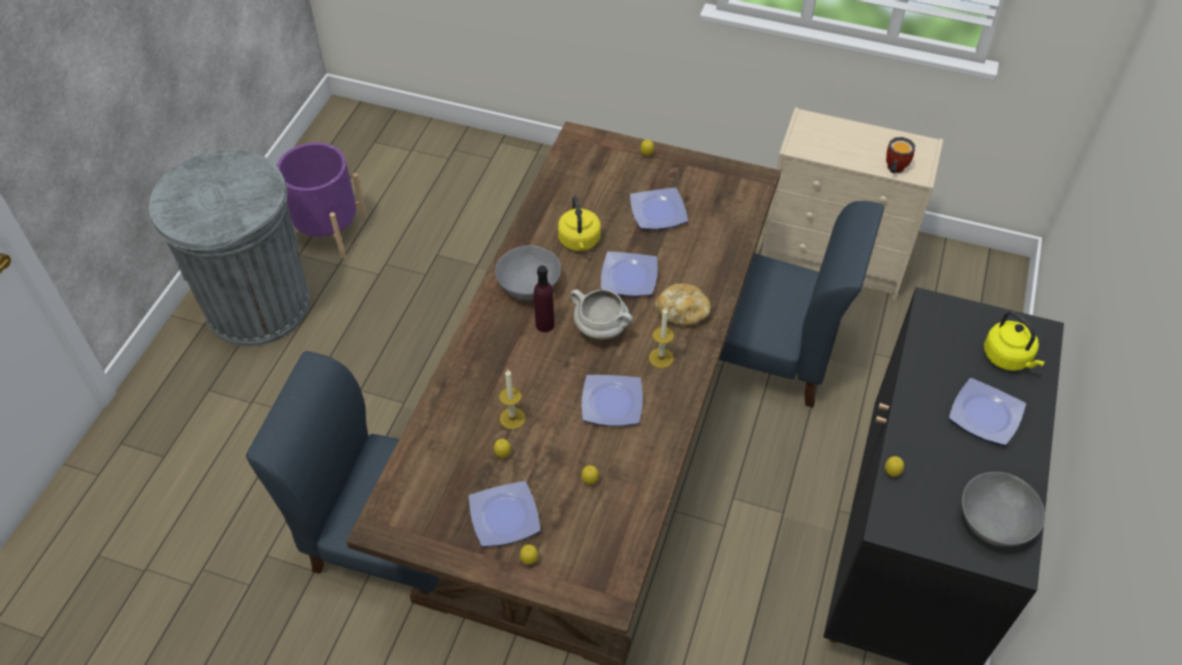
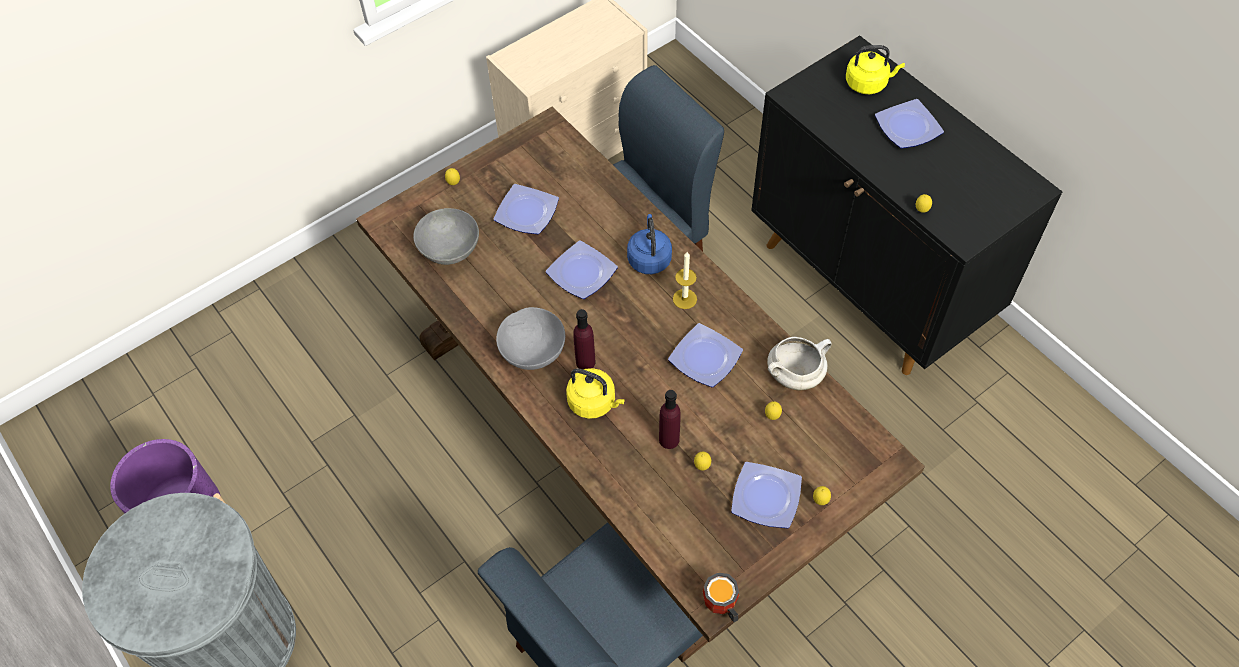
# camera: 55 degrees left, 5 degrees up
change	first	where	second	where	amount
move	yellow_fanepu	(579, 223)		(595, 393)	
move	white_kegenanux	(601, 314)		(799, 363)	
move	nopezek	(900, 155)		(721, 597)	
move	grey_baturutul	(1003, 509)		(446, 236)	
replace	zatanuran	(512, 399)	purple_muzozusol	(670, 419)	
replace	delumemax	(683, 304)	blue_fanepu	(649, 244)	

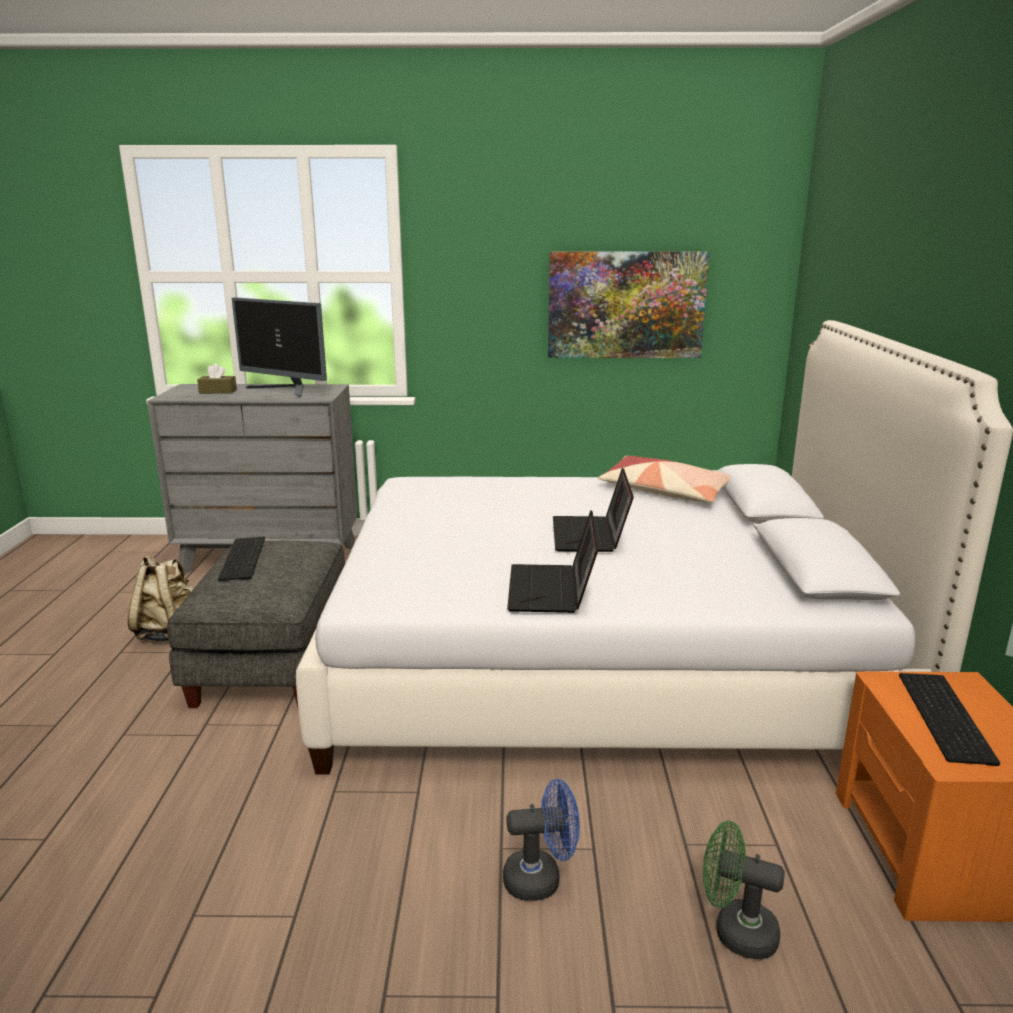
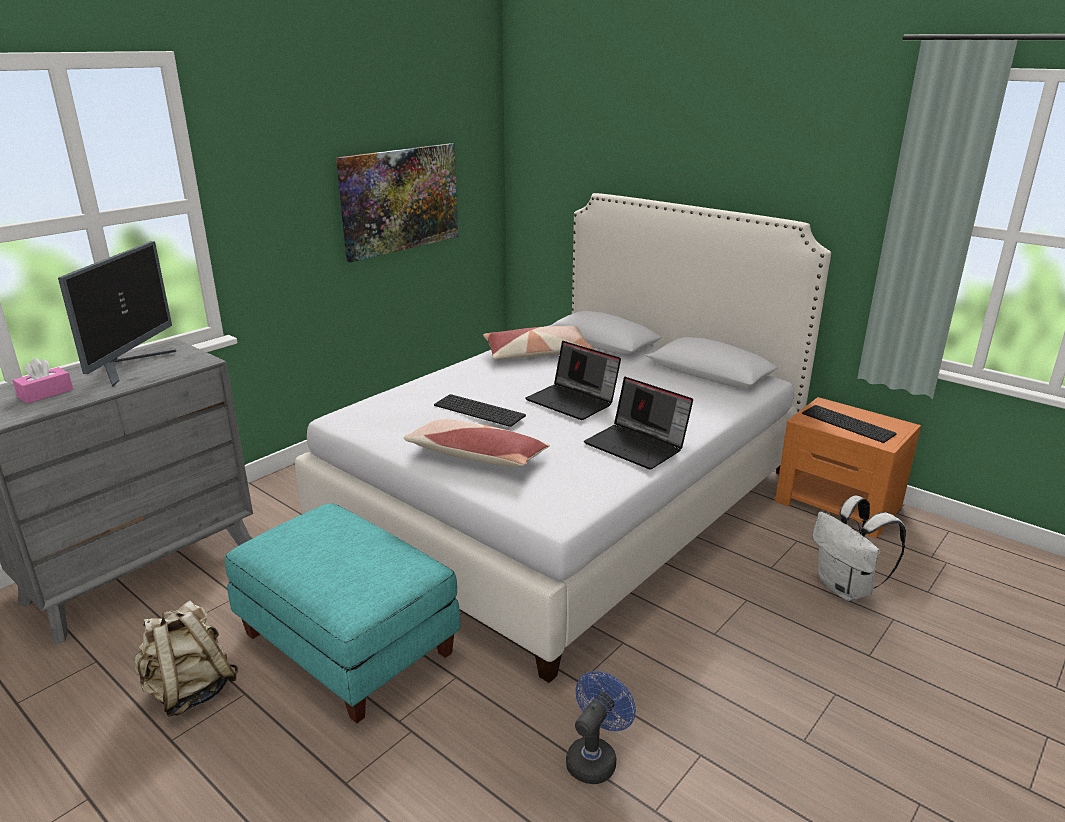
# camera: 50 degrees left, 5 degrees up
change	first	where	second	where	amount
insert			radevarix	(476, 443)	
move	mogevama	(241, 558)		(480, 410)	
move	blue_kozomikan	(541, 840)		(601, 727)	
replace	green_kozomikan	(744, 890)	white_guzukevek	(859, 548)	
recolor	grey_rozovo	(256, 624)	turquoise_rozovo	(342, 613)	
recolor	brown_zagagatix	(217, 379)	pink_zagagatix	(43, 380)	
rotate	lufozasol	(279, 347)		(117, 314)	60 degrees counterclockwise

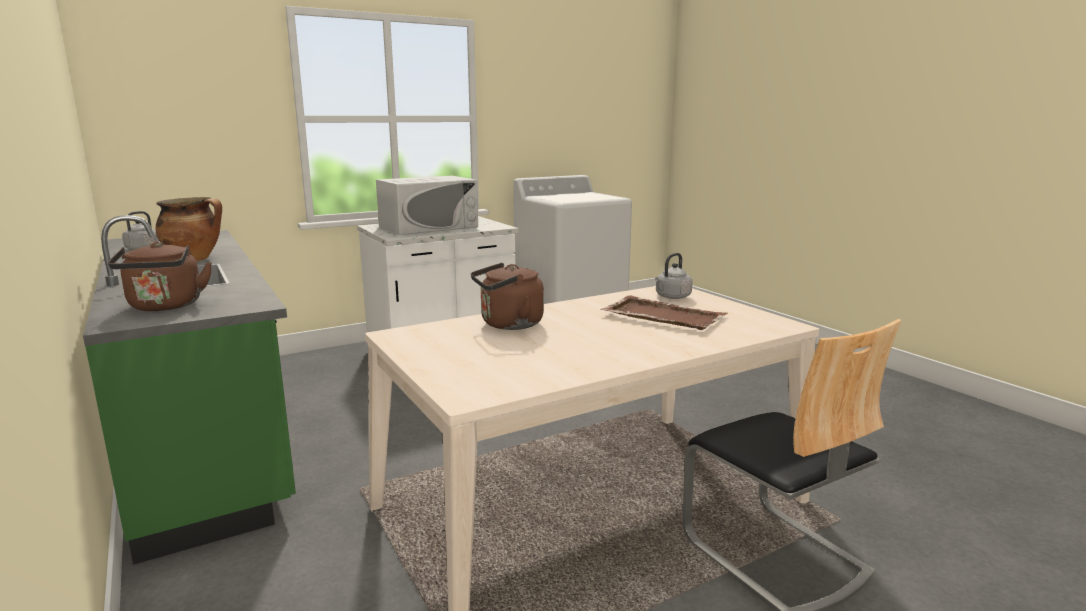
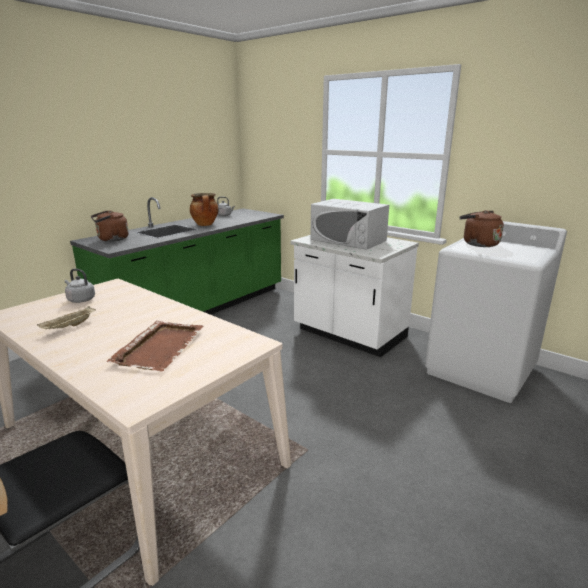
# camera: 70 degrees right, 5 degrees up
change	first	where	second	where	amount
insert			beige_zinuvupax	(66, 317)	
move	brown_fanepu	(507, 296)		(481, 228)	
move	grey_fanepu	(673, 276)		(80, 286)	

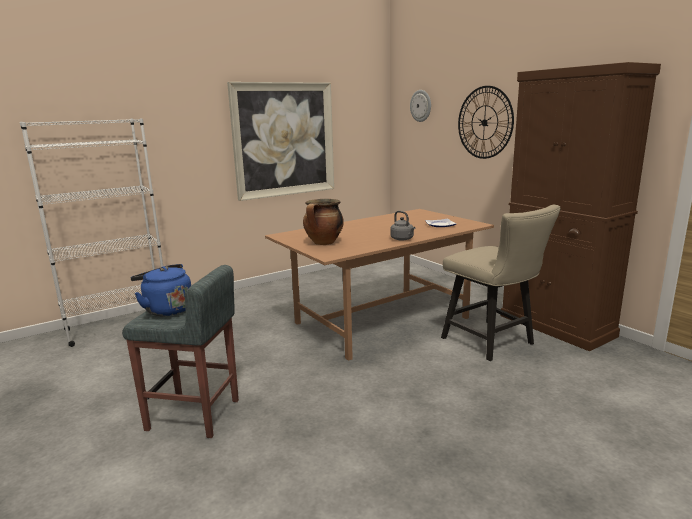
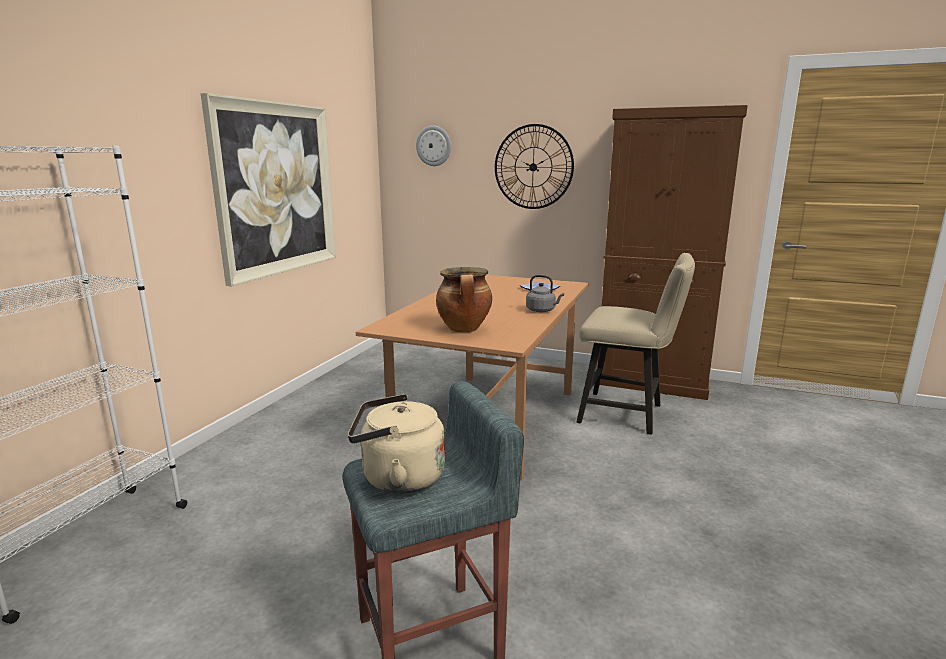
# camera: 35 degrees left, 0 degrees up
change	first	where	second	where	amount
recolor	blue_fanepu	(161, 290)	beige_fanepu	(396, 444)	

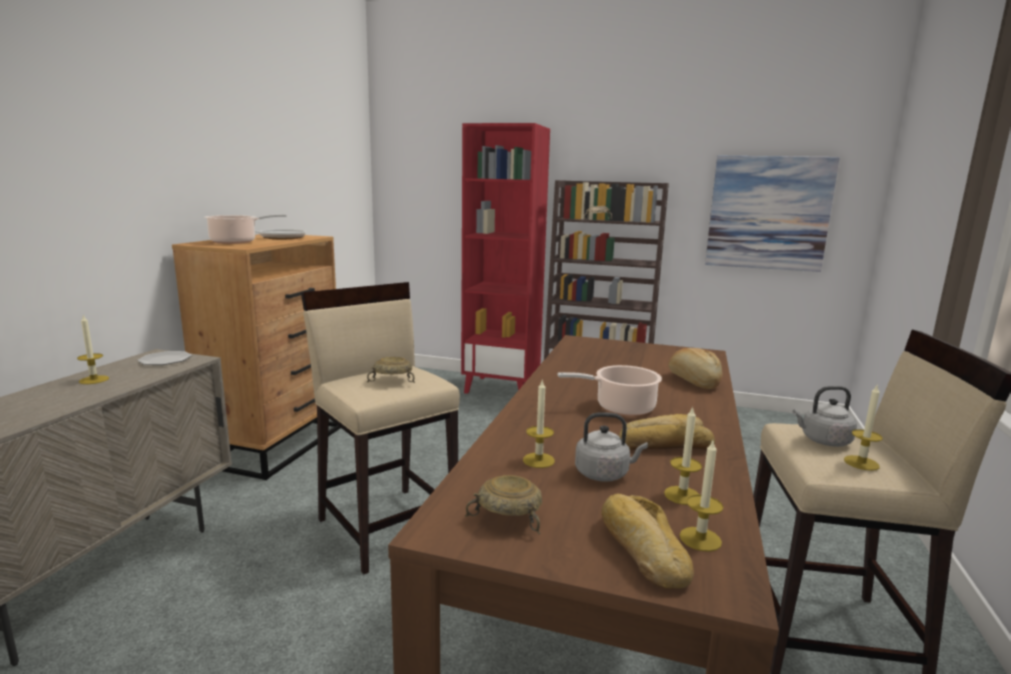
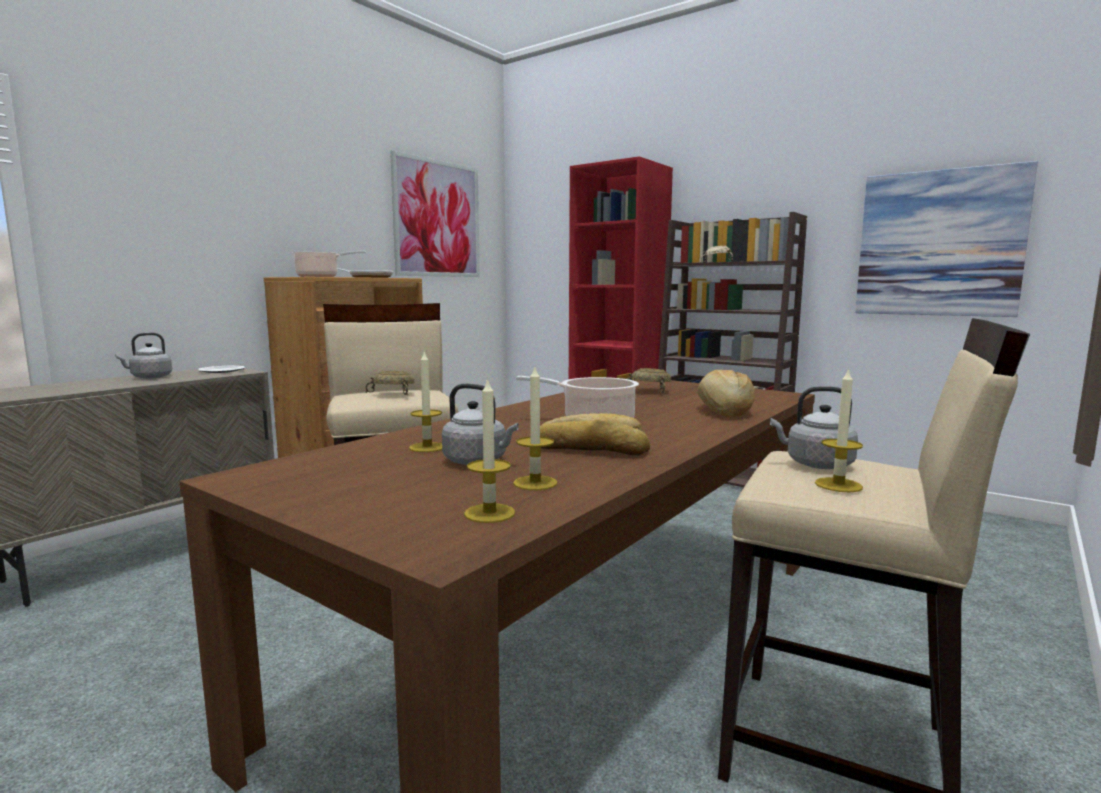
# camera: 20 degrees right, 5 degrees down
change	first	where	second	where	amount
delete	delumemax	(647, 541)			
insert			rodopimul	(435, 213)	
move	beige_baturutul	(503, 504)		(649, 380)	
replace	zatanuran	(93, 349)	grey_fanepu	(143, 356)	

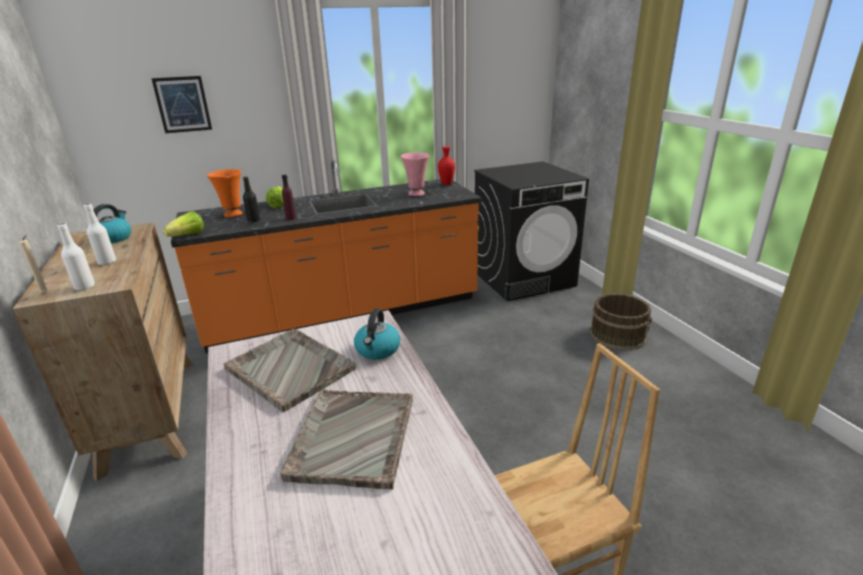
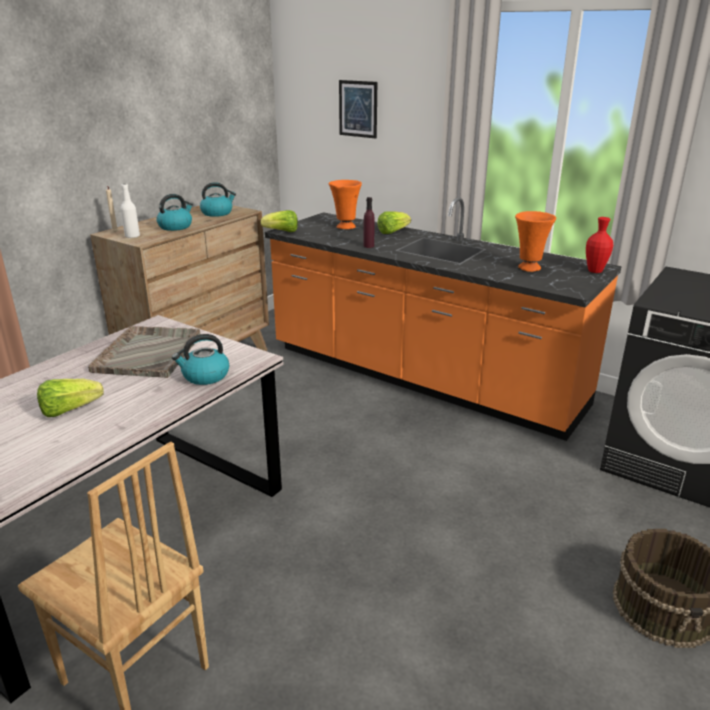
# camera: 55 degrees right, 0 degrees up
change	first	where	second	where	amount
delete	black_muzozusol	(251, 199)			
replace	white_muzozusol	(100, 234)	fanepu	(174, 212)	
replace	grey_zinuvupax	(346, 439)	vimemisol	(70, 398)	
recolor	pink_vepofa	(415, 174)	orange_vepofa	(535, 241)	

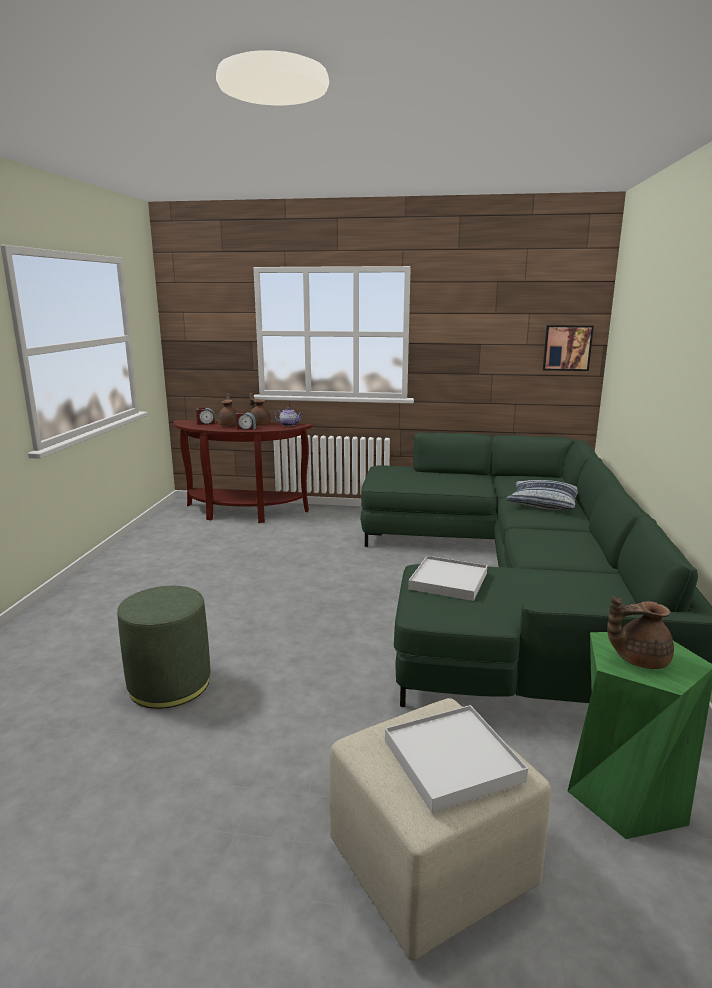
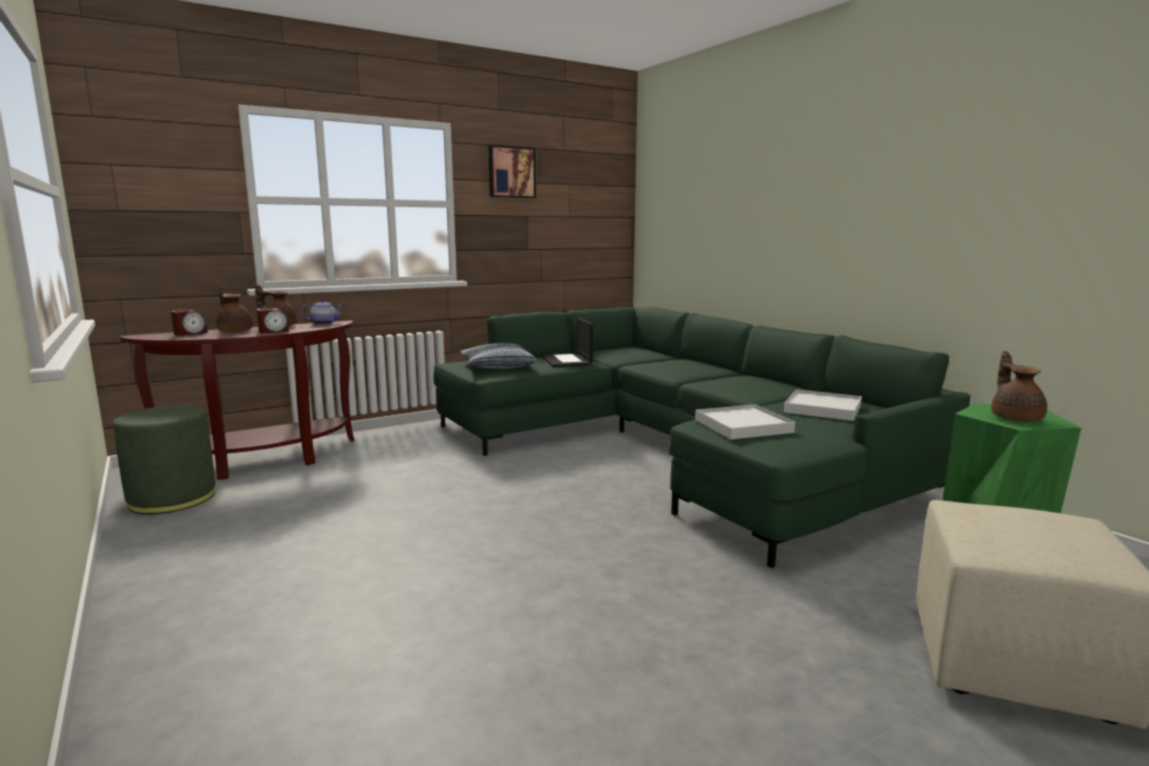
# camera: 40 degrees left, 5 degrees down
change	first	where	second	where	amount
insert			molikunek	(567, 342)	
move	green_rozovo	(163, 647)		(164, 459)	
move	white_zinuvupax	(456, 759)		(823, 405)	
move	radevarix	(541, 495)		(498, 356)	
move	rodopimul	(568, 348)		(512, 171)	
rotate	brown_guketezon	(640, 632)		(1019, 386)	135 degrees clockwise

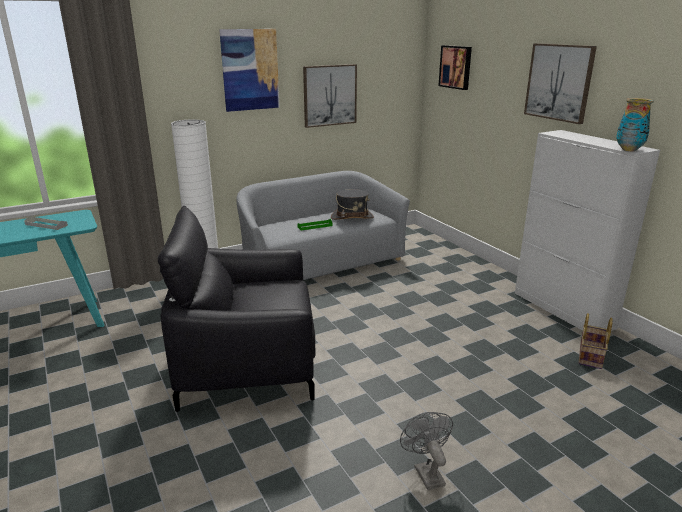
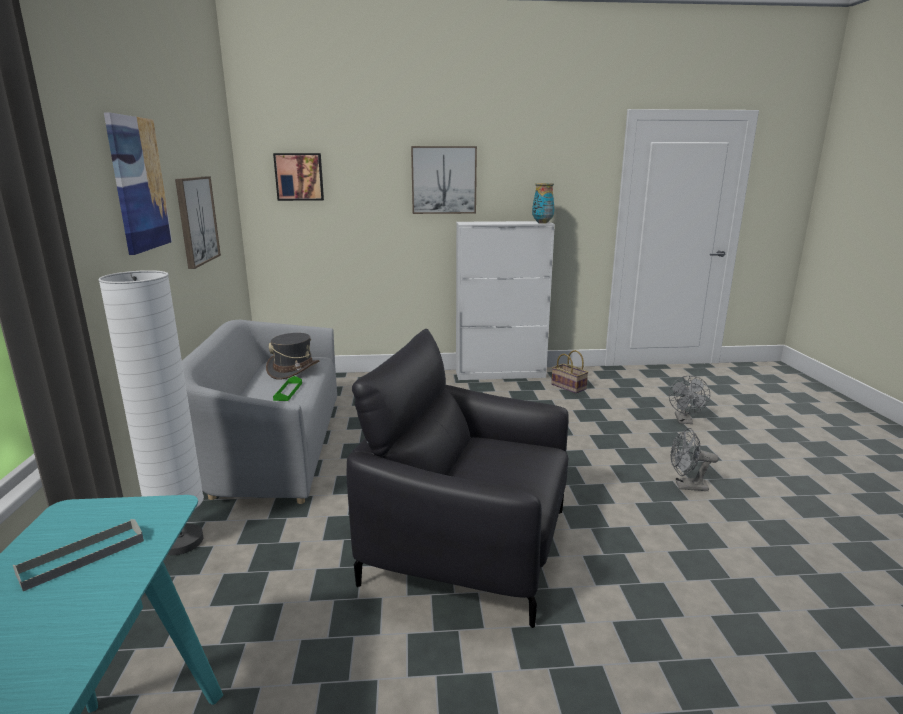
# camera: 65 degrees left, 5 degrees down
change	first	where	second	where	amount
insert			grey_kozomikan	(689, 400)	
rotate	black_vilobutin	(236, 309)		(457, 478)	90 degrees clockwise

